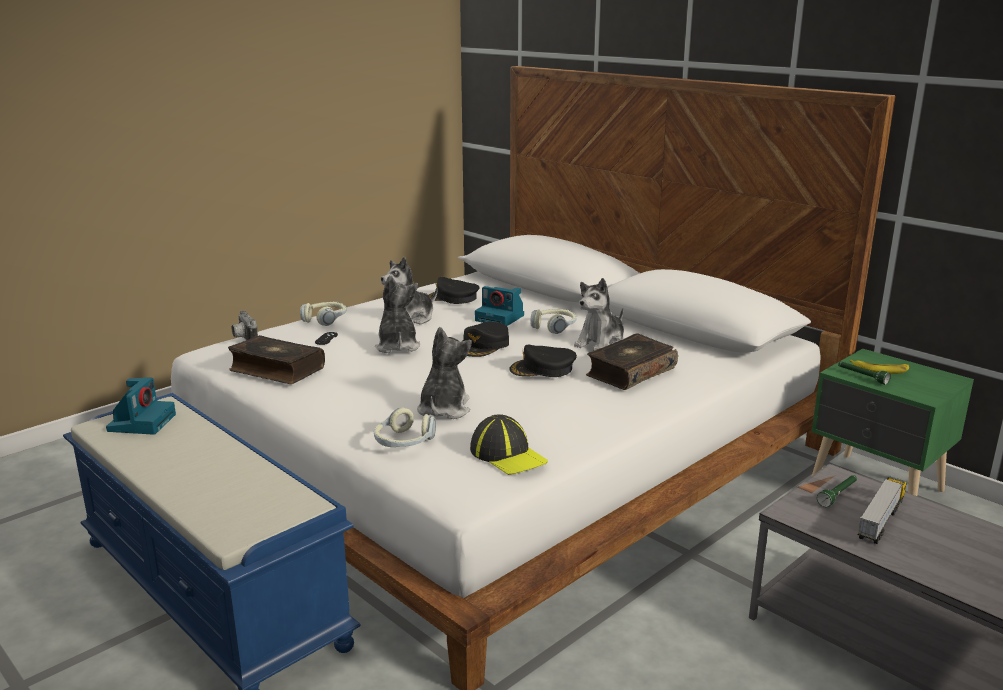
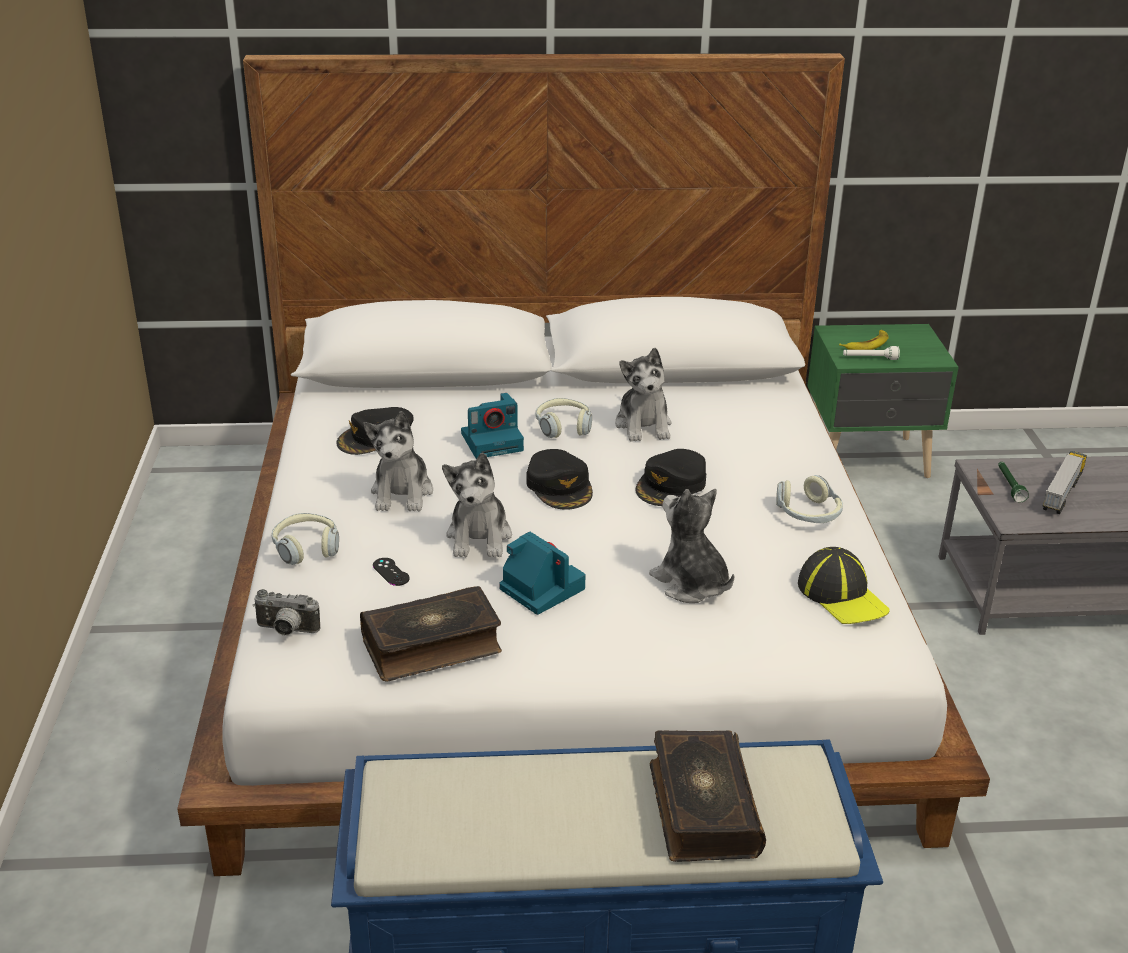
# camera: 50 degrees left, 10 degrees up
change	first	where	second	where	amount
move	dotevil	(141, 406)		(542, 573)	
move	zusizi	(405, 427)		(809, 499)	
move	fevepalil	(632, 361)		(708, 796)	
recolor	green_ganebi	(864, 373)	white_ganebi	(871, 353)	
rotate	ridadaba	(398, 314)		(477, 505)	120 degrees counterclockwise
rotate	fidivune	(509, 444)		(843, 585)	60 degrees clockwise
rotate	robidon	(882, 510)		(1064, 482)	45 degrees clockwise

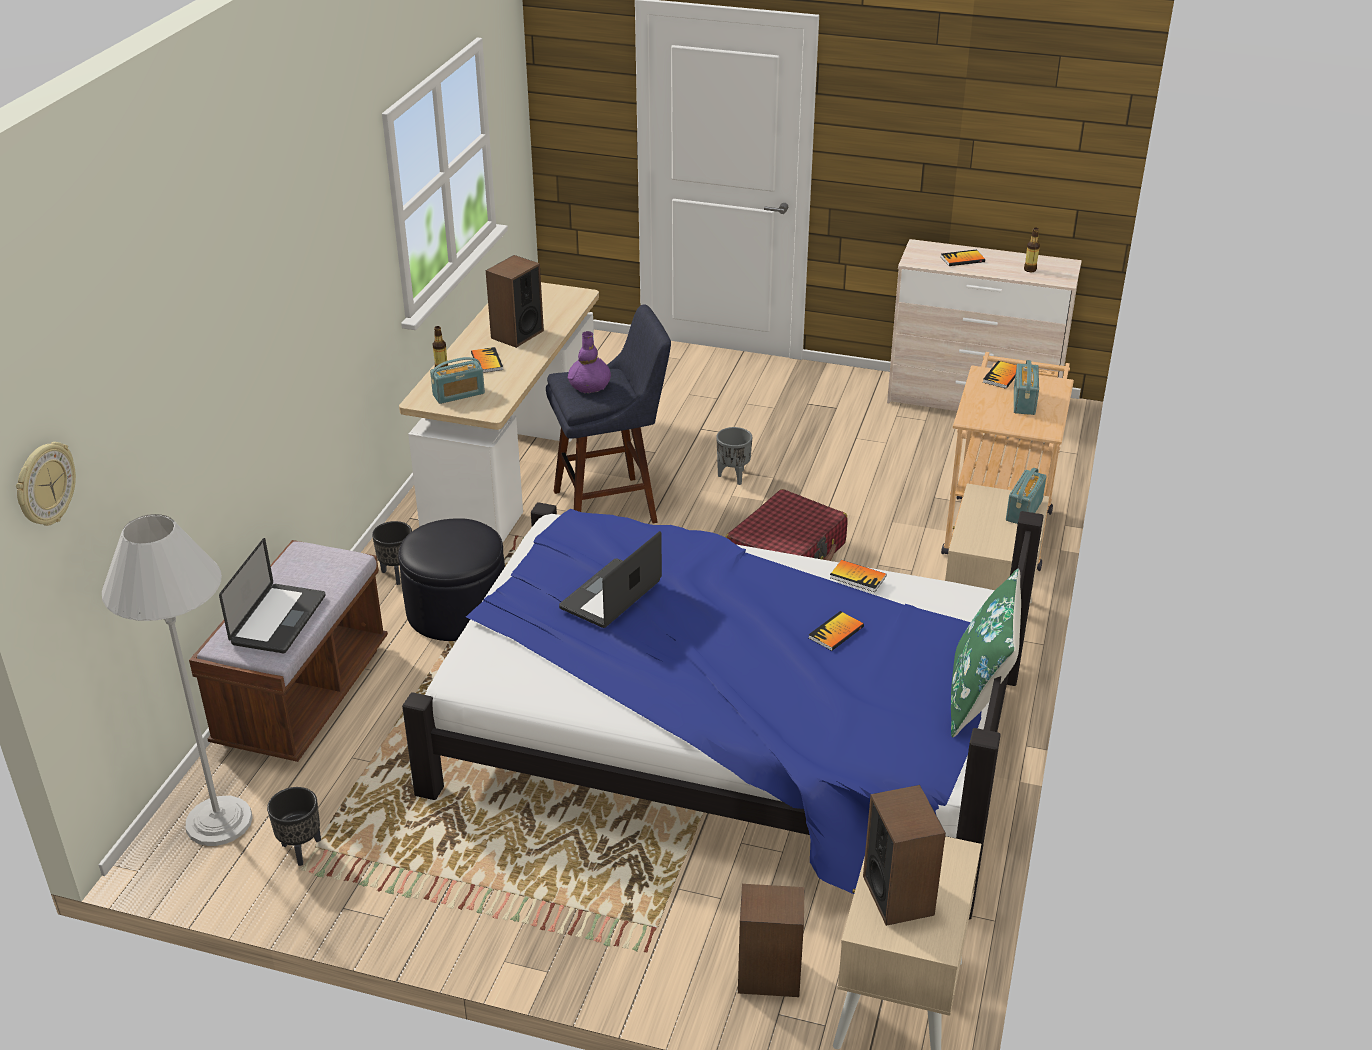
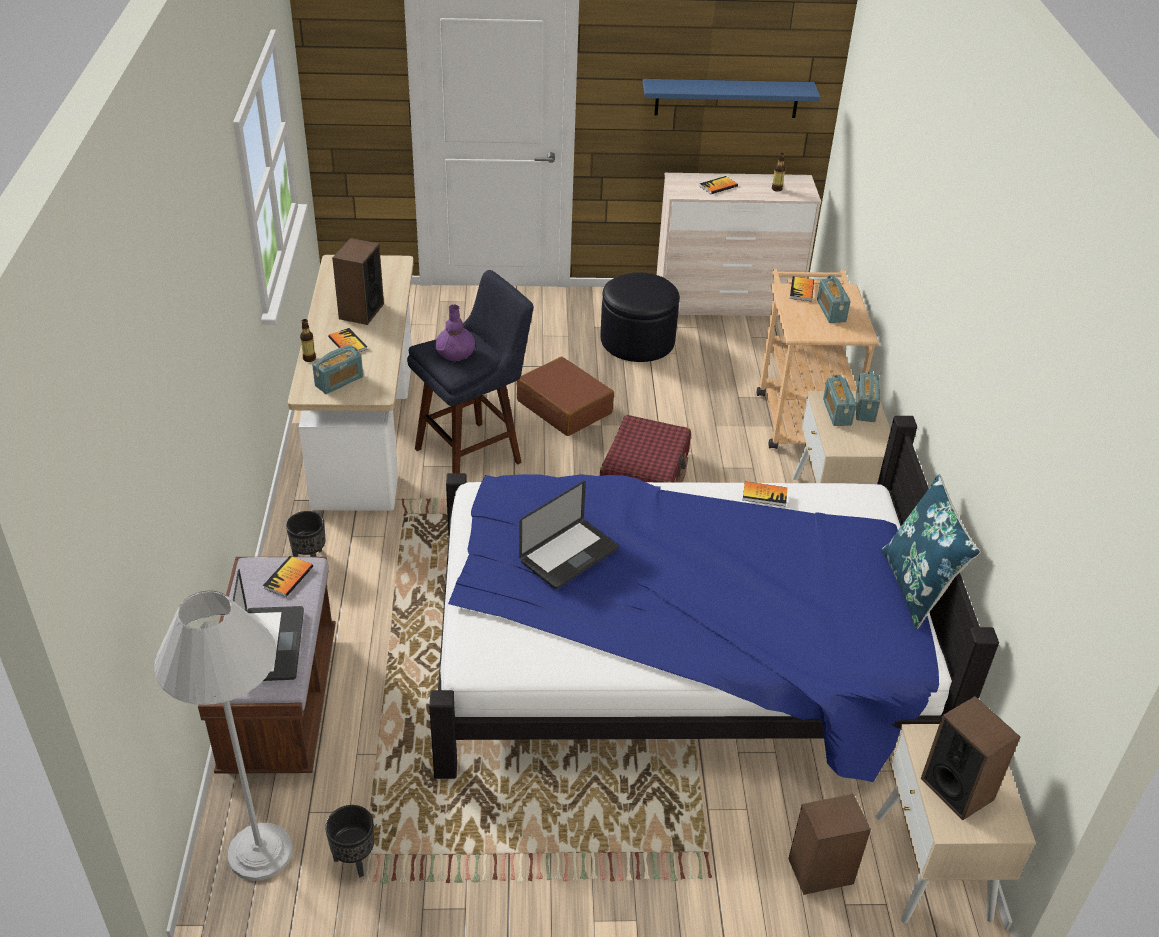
# camera: 20 degrees left, 5 degrees up
change	first	where	second	where	amount
delete	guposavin	(46, 484)			
insert			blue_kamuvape	(731, 98)	
insert			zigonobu	(840, 400)	
move	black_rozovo	(451, 579)		(640, 317)	
move	fevepalil	(836, 631)		(288, 576)	
replace	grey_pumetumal	(734, 456)	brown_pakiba	(565, 396)	
recolor	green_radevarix	(986, 653)	blue_radevarix	(931, 551)	
rotate	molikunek	(610, 579)		(569, 535)	150 degrees counterclockwise

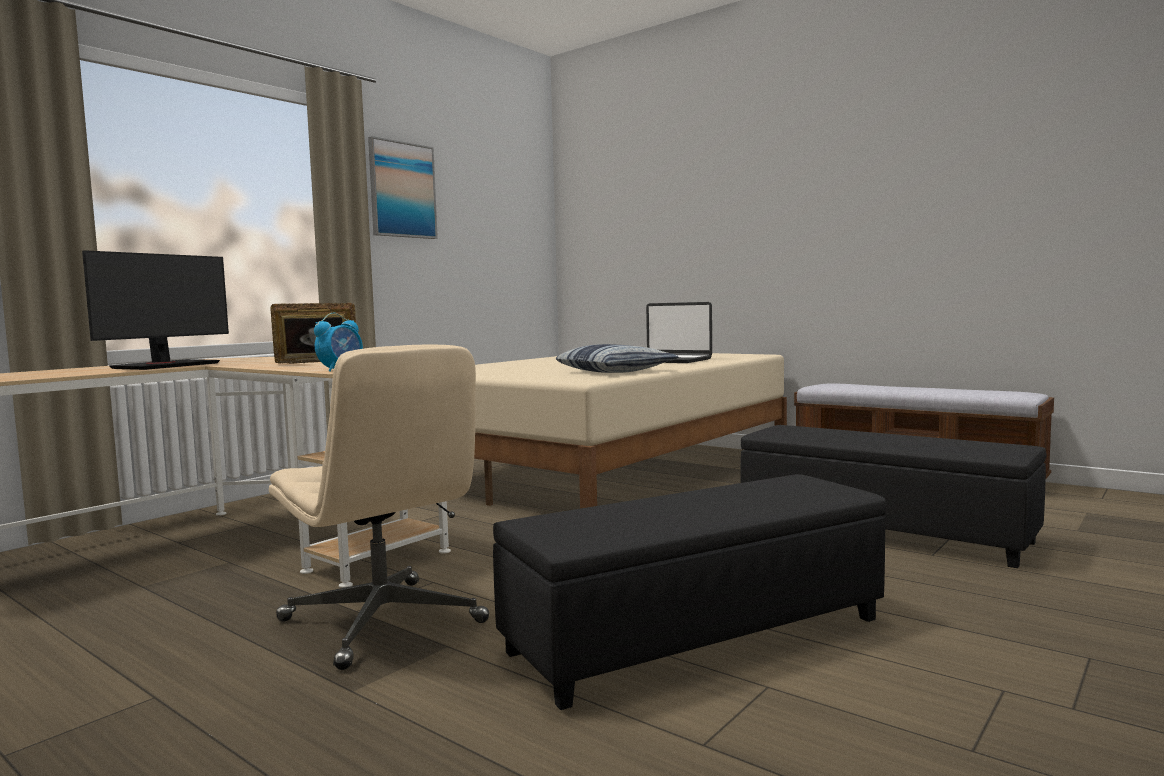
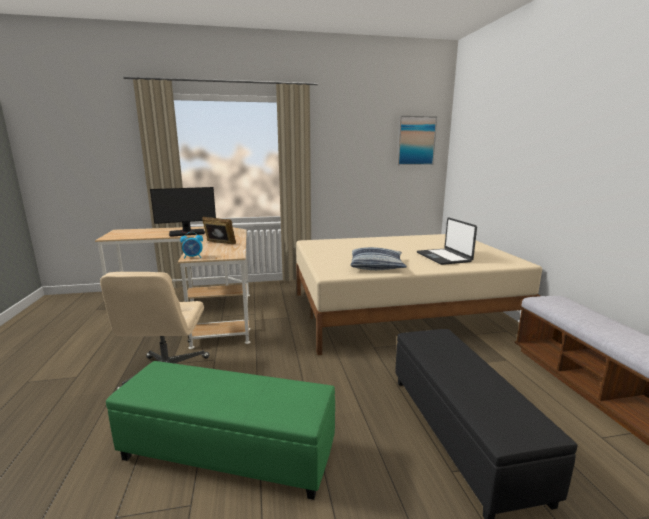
# camera: 40 degrees right, 10 degrees up
change	first	where	second	where	amount
move	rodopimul	(403, 187)		(417, 140)	
recolor	black_rozovo	(689, 592)	green_rozovo	(220, 430)	

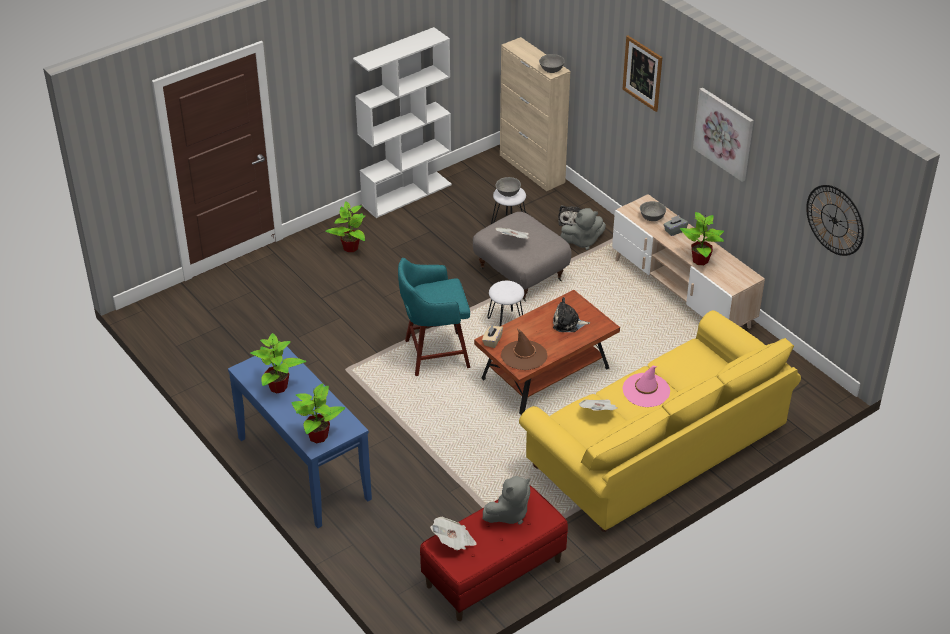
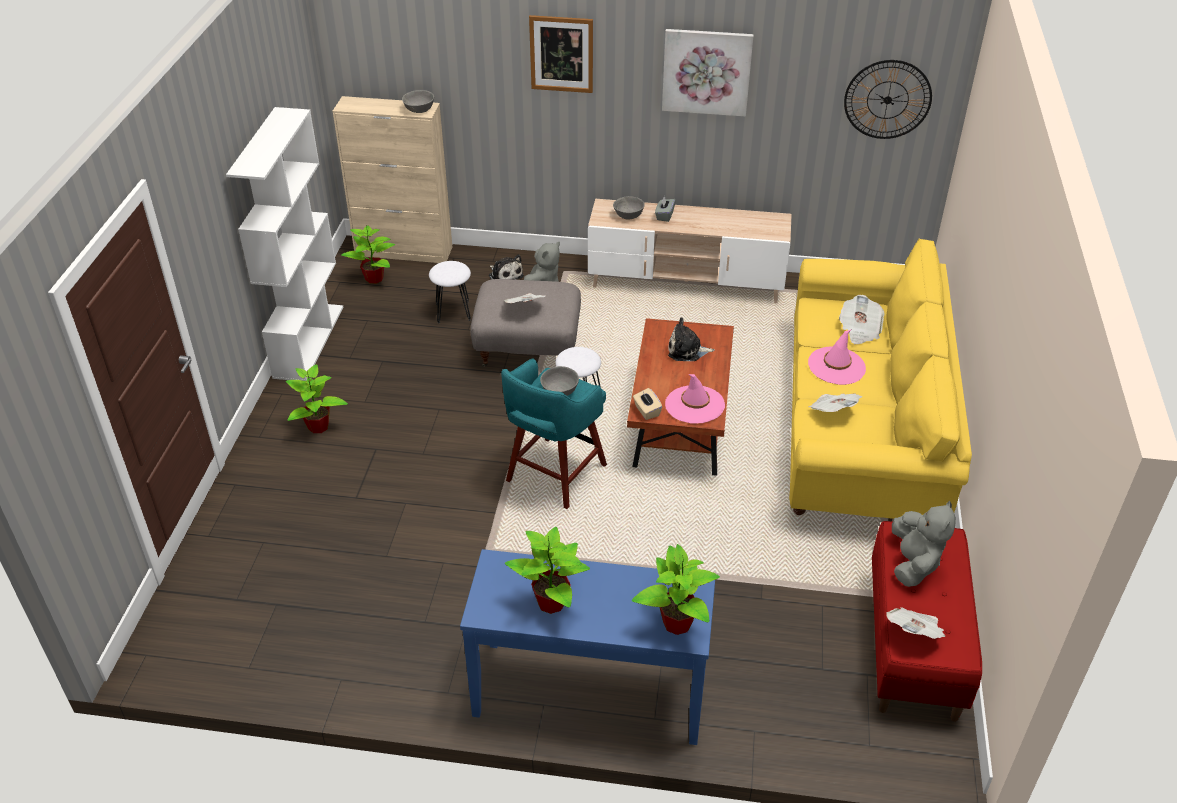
# camera: 45 degrees left, 0 degrees up
change	first	where	second	where	amount
insert			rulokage	(862, 319)	
move	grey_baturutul	(508, 187)		(559, 381)	
move	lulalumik	(702, 238)		(368, 254)	
recolor	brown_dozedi	(524, 349)	pink_dozedi	(695, 398)	
rotate	ridadaba	(571, 314)		(691, 339)	45 degrees clockwise

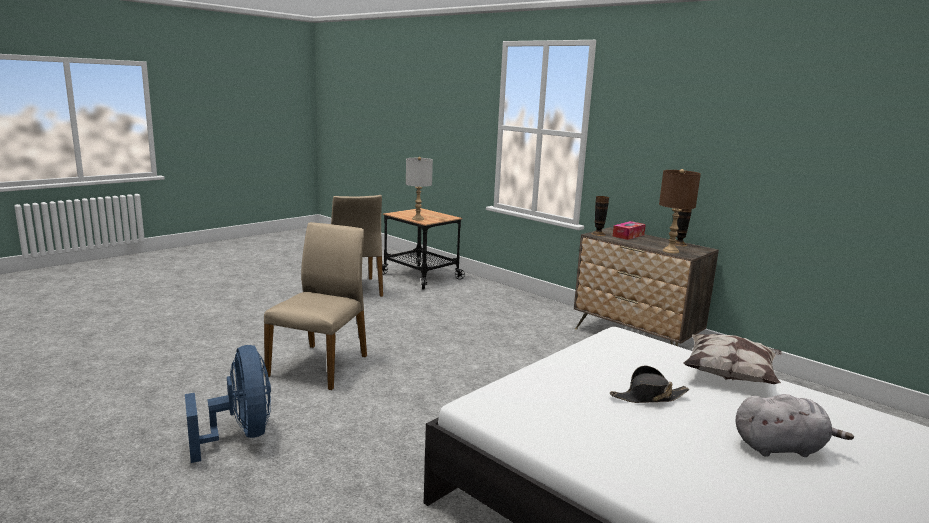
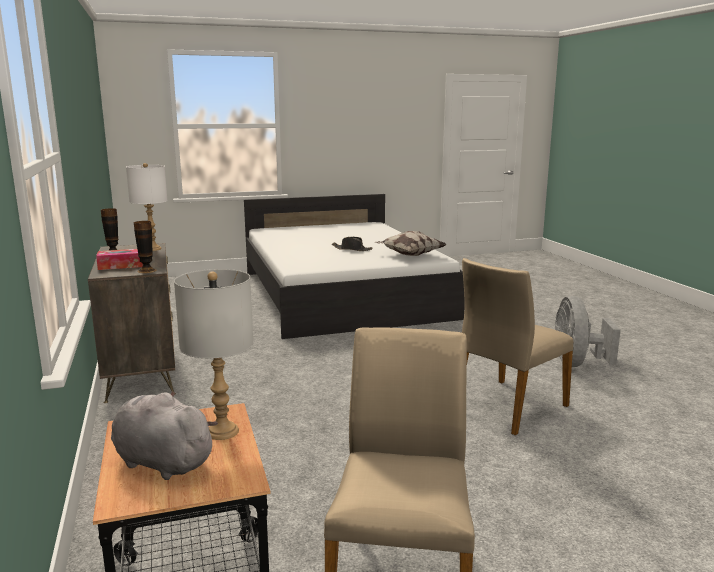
# camera: 150 degrees left, 0 degrees up
change	first	where	second	where	amount
move	radevarix	(732, 359)		(411, 243)	
move	grey_ridadaba	(795, 425)		(164, 436)	
recolor	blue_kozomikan	(228, 404)	grey_kozomikan	(588, 331)	
recolor	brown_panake	(680, 211)	white_panake	(147, 207)	

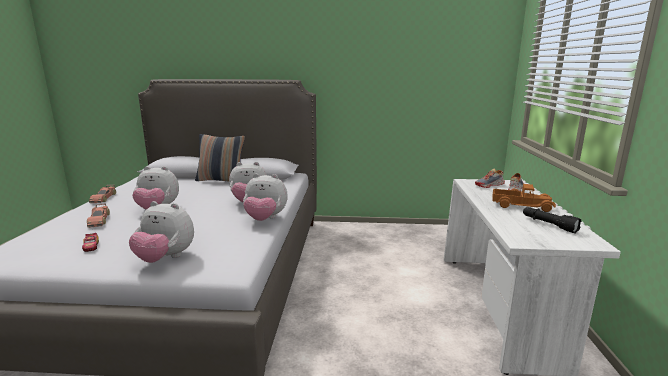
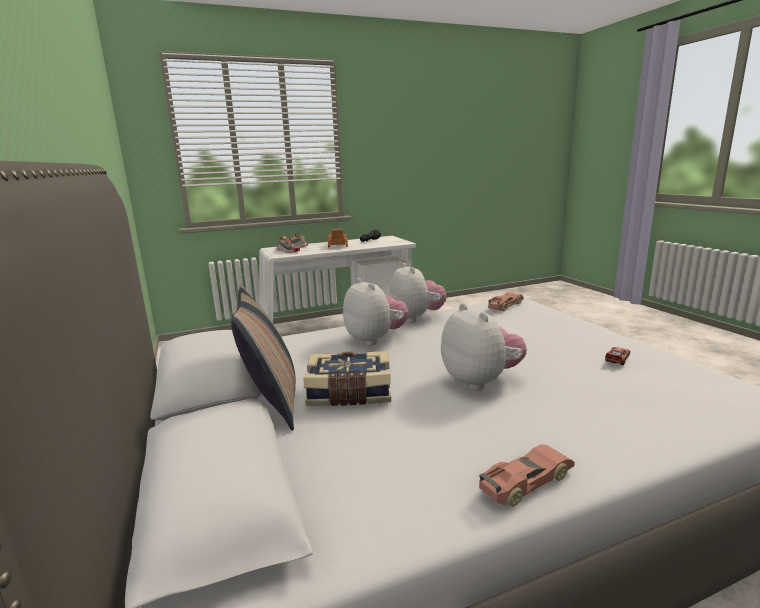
# camera: 115 degrees left, 0 degrees up
change	first	where	second	where	amount
delete	ridadaba	(161, 232)			
insert			fevepalil	(347, 378)	
move	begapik	(98, 215)		(506, 301)	

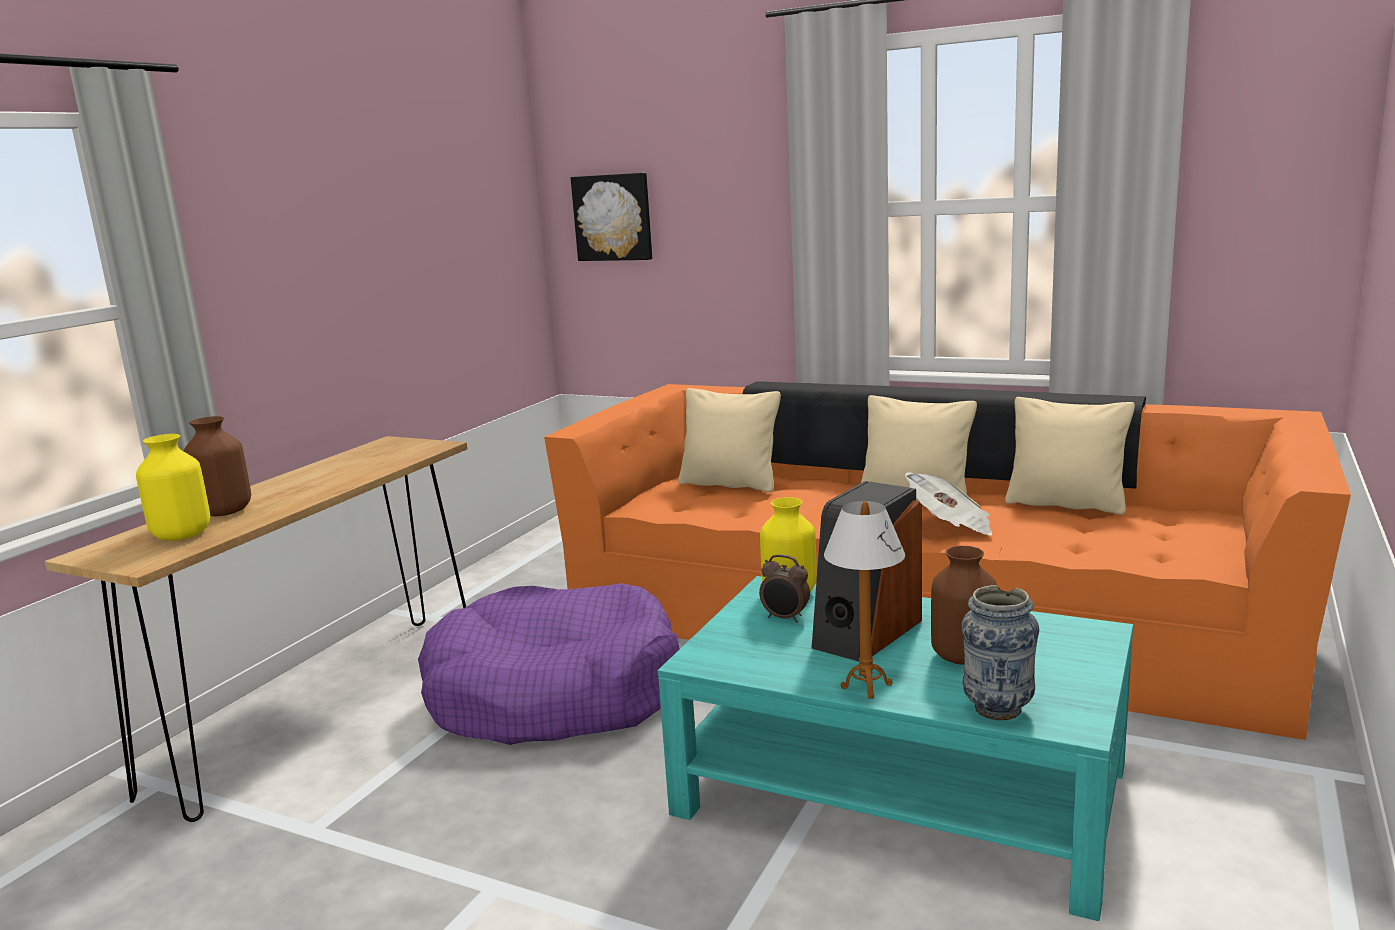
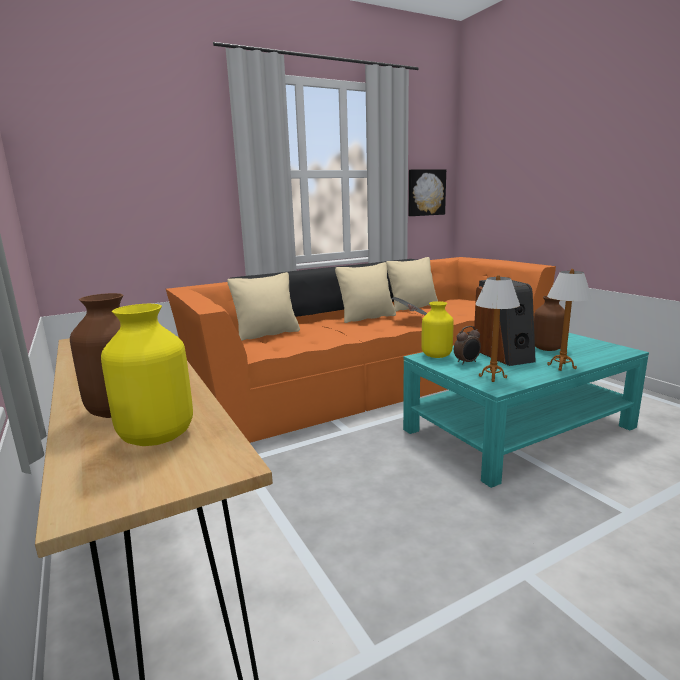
# camera: 55 degrees left, 0 degrees up
change	first	where	second	where	amount
delete	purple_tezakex	(549, 664)			
delete	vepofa	(1000, 652)			
insert			panake	(497, 328)	
move	rodopimul	(611, 217)		(427, 192)	

